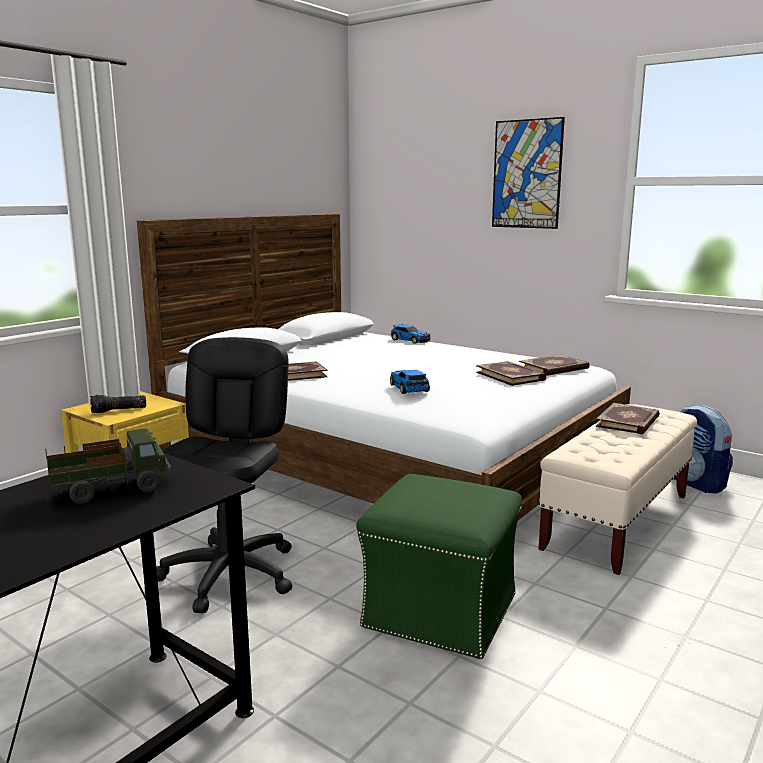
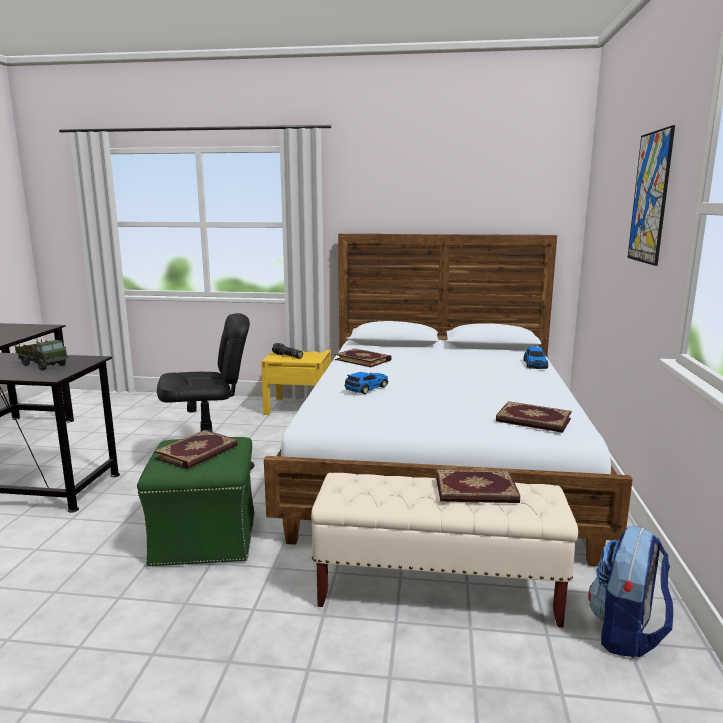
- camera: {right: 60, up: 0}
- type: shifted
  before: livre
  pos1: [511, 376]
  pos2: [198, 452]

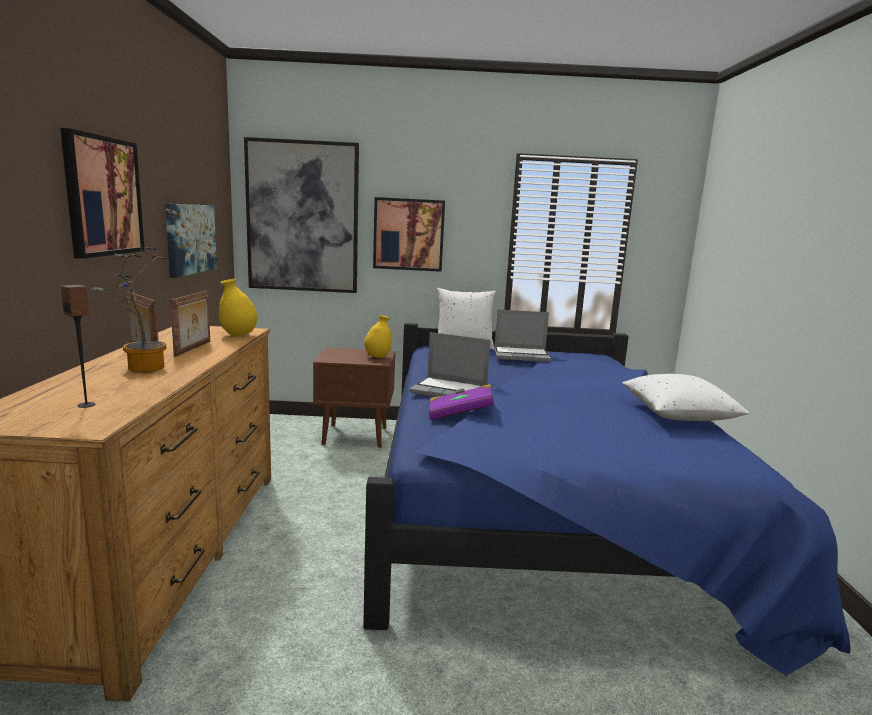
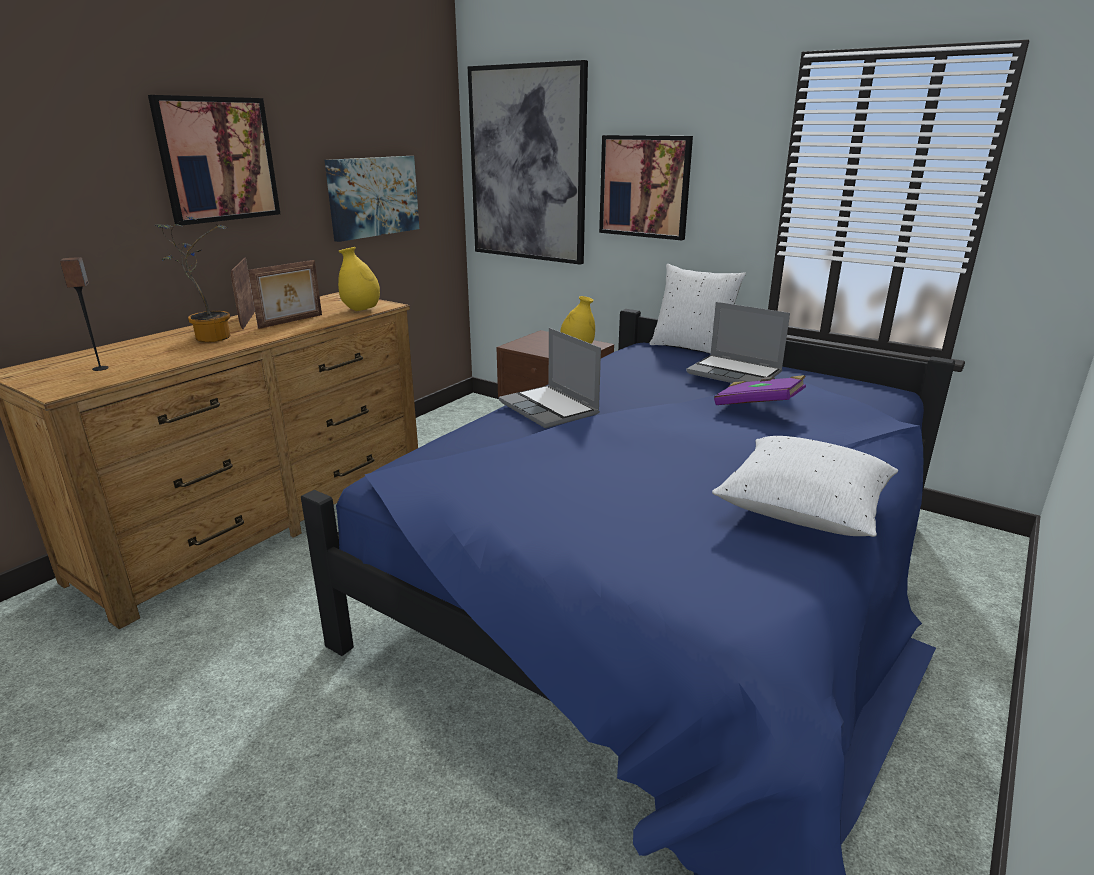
- camera: {right: 35, up: 10}
- type: shifted
  before: livre/violet
  pos1: [460, 415]
  pos2: [758, 406]

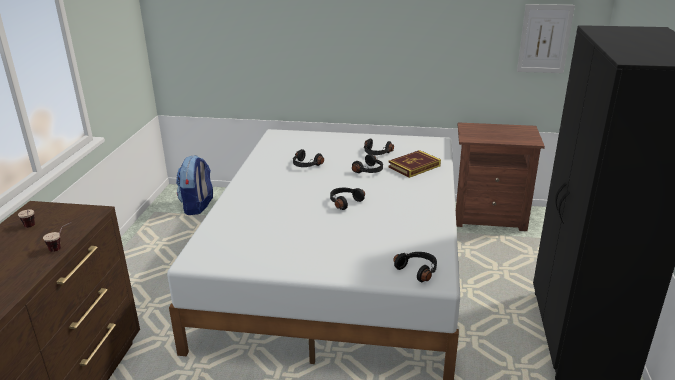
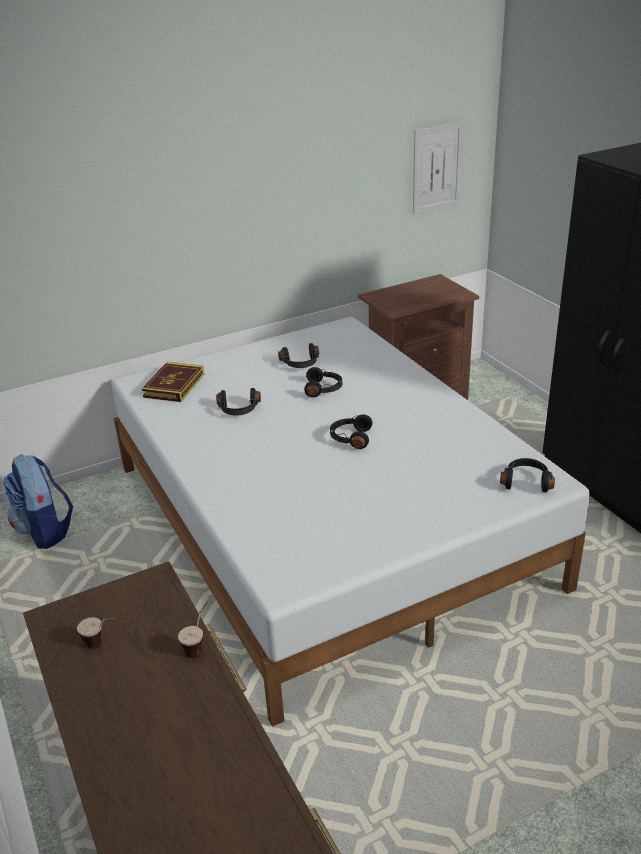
- camera: {right: -35, up: 5}
- type: shifted
  before: livre
  pos1: [414, 166]
  pos2: [174, 385]

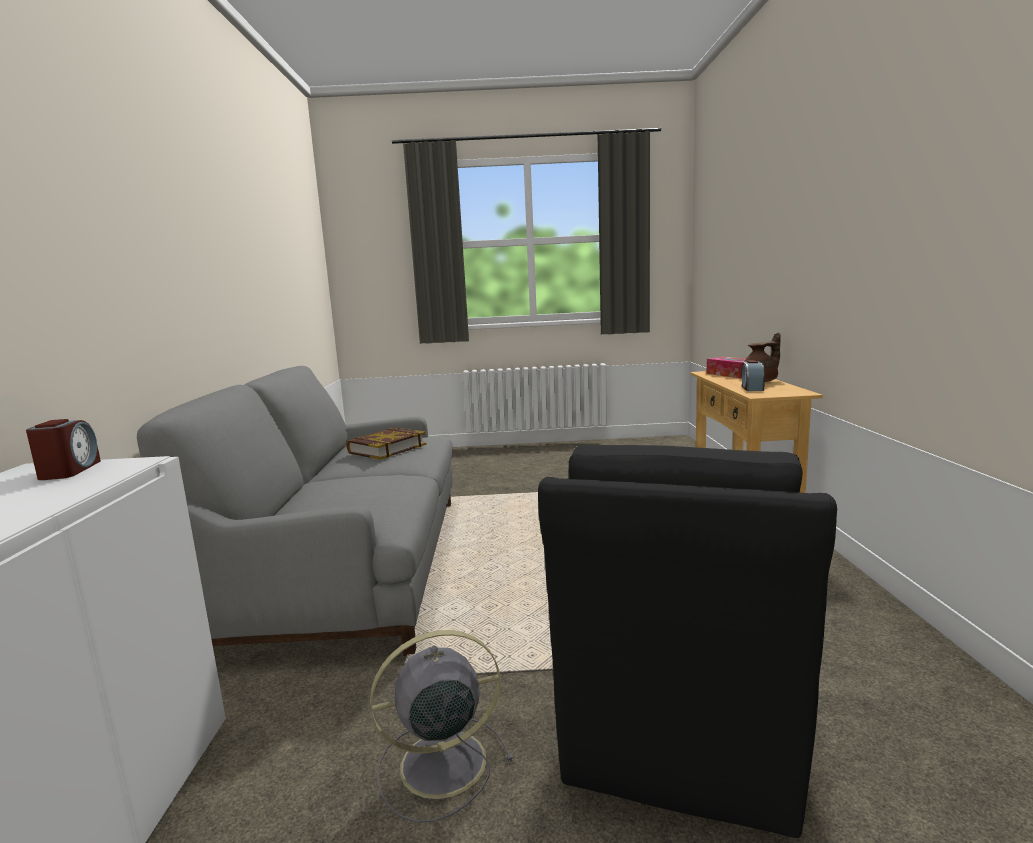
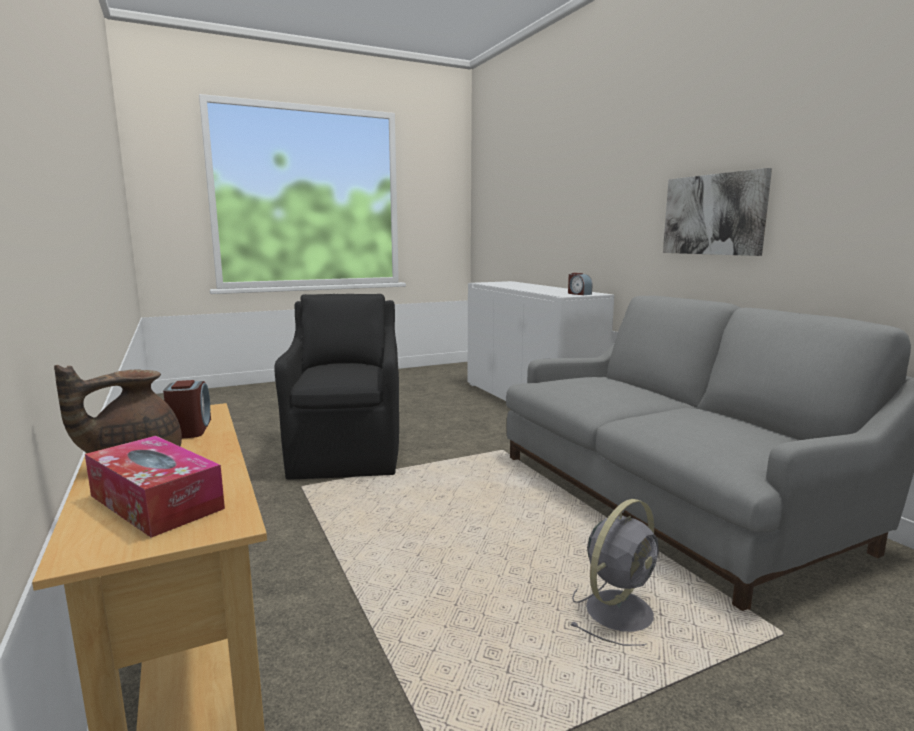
- camera: {right: 155, up: 0}
- type: gone
  before: livre
  pos1: [387, 448]
- type: shifted
  before: ventilateur/gris
  pos1: [439, 764]
  pos2: [621, 610]
- type: new
  after: tableau
  pos2: [714, 214]

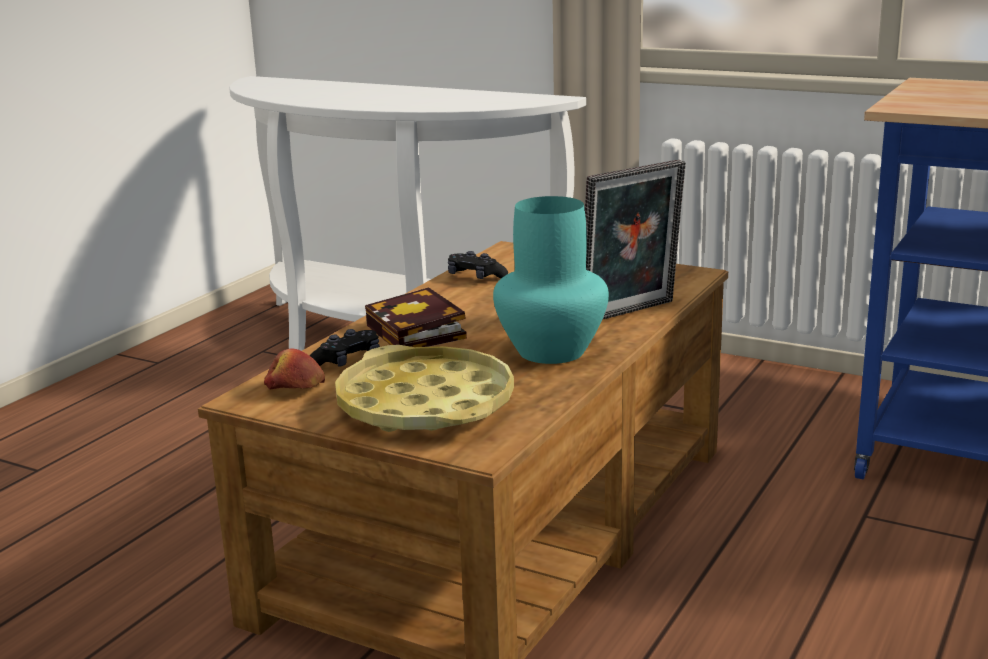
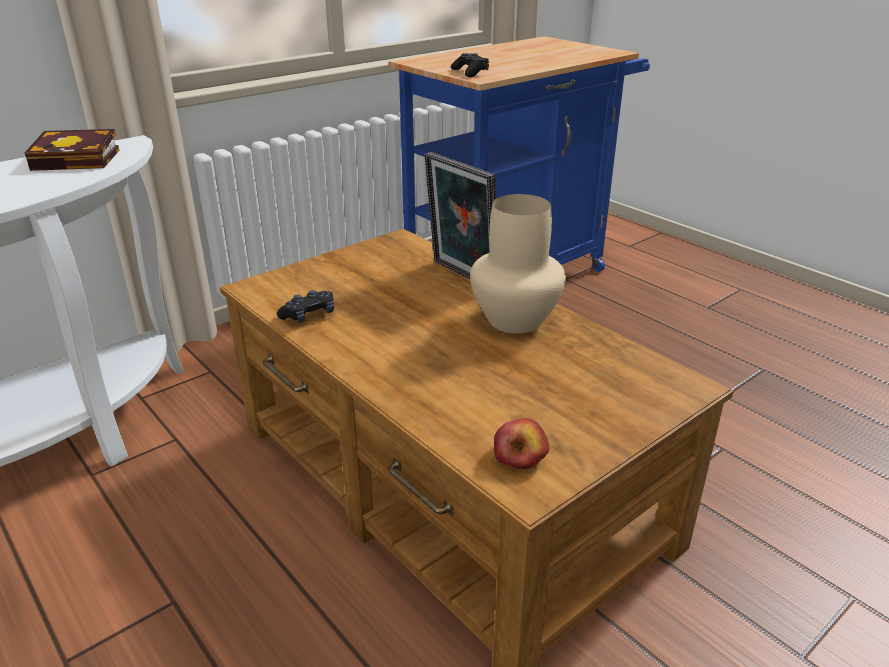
- camera: {right: -70, up: 10}
- type: rotated
  before: cadre photo
  pos1: [631, 313]
  pos2: [461, 276]
  turn: 150
- type: repainted
  before: vase/turquoise
  after: vase/beige
  pos1: [550, 352]
  pos2: [516, 320]
- type: shifted
  before: livre
  pos1: [419, 333]
  pos2: [80, 159]
- type: shifted
  before: manette/noir
  pos1: [347, 361]
  pos2: [470, 72]
- type: gone
  before: plateau/jaune
  pos1: [425, 405]

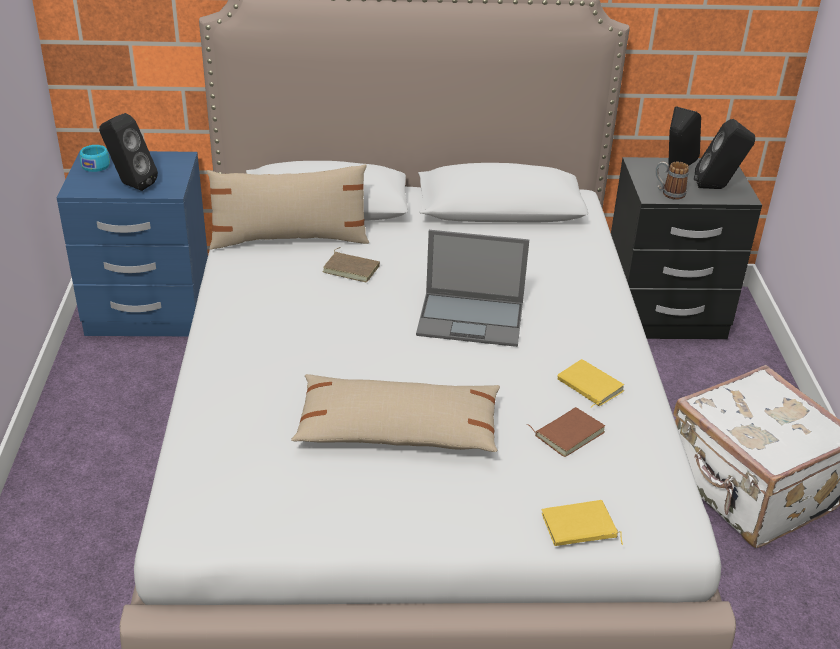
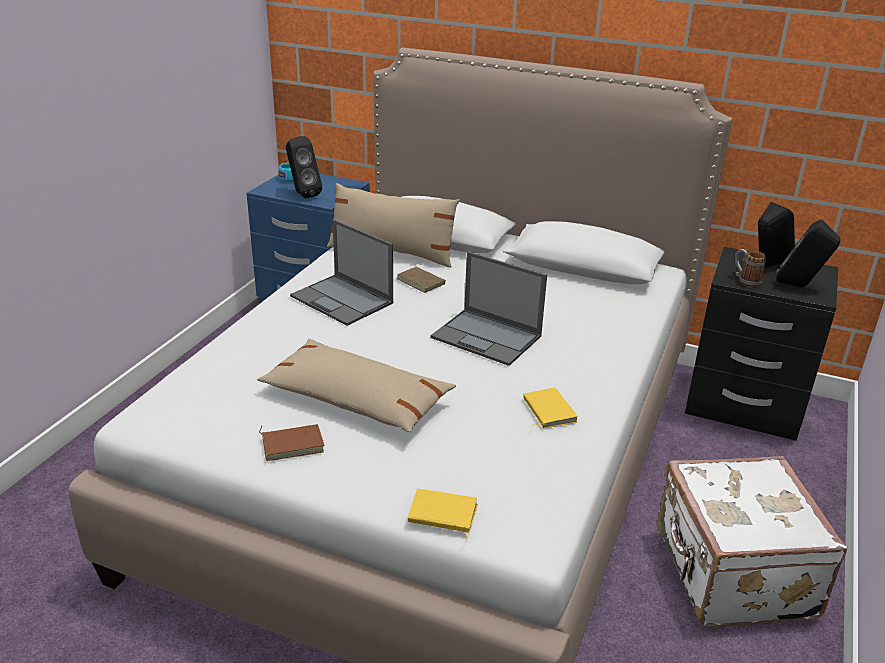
- camera: {right: 25, up: -5}
- type: shifted
  before: livre/marron
  pos1: [568, 433]
  pos2: [293, 444]
- type: new
  after: ordinateur portable
  pos2: [343, 300]

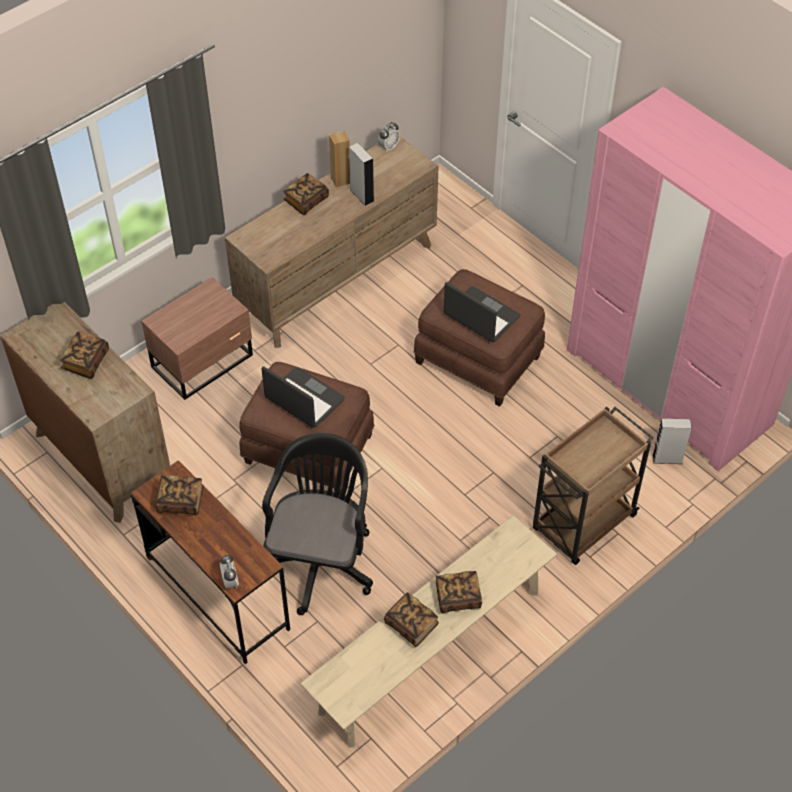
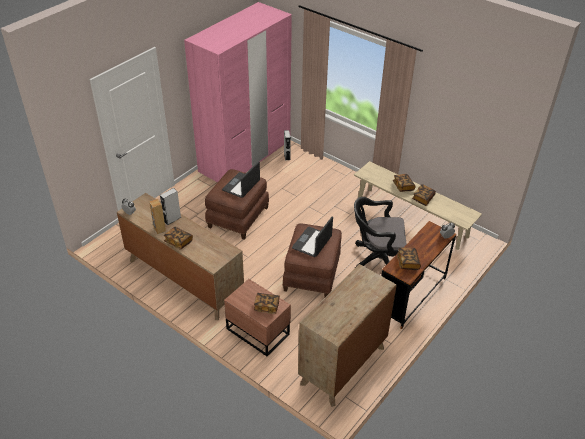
- camera: {right: -100, up: -10}
- type: shifted
  before: livre
  pos1: [86, 362]
  pos2: [266, 307]
- type: gone
  before: chariot/marron
  pos1: [582, 524]

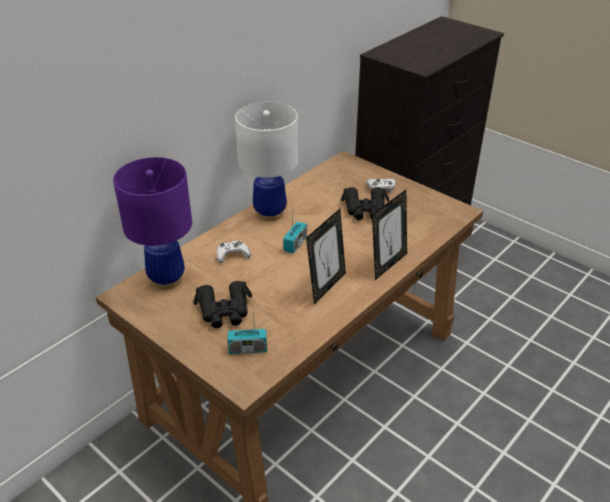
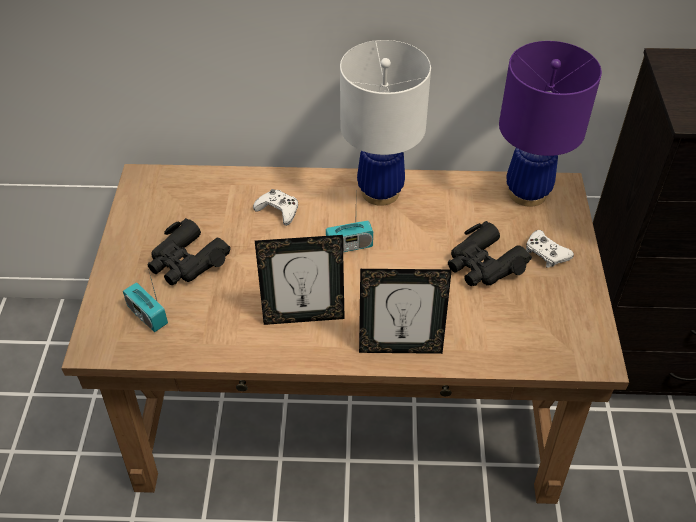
- camera: {right: 50, up: 10}
- type: shifted
  before: lampe de table/violet
  pos1: [167, 279]
  pos2: [527, 193]

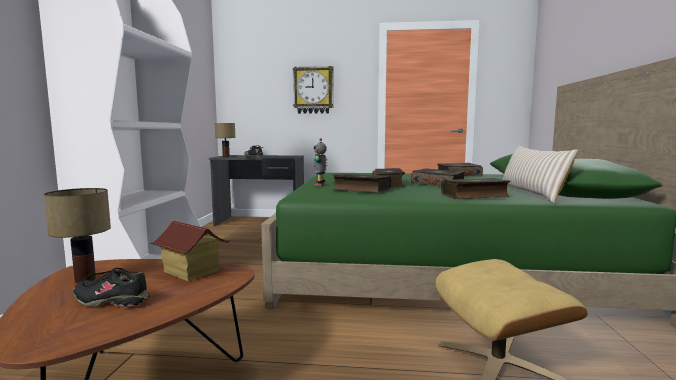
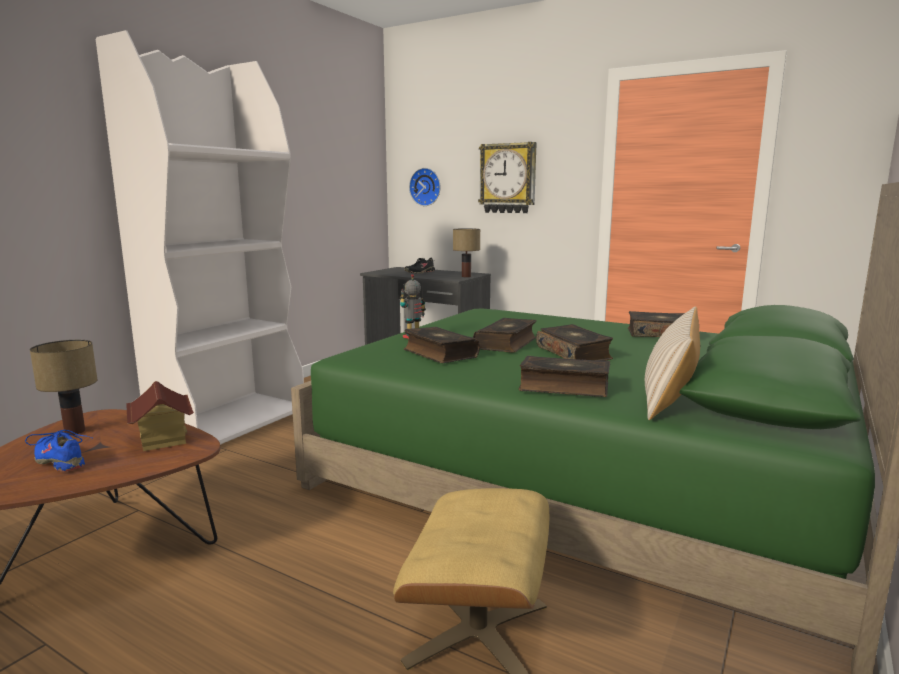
- camera: {right: 25, up: 5}
- type: shifted
  before: lampe de table
  pos1: [226, 157]
  pos2: [466, 276]
- type: repainted
  before: chaussure/noir
  after: chaussure/bleu
  pos1: [112, 301]
  pos2: [61, 461]
- type: new
  after: horloge murale
  pos2: [426, 187]

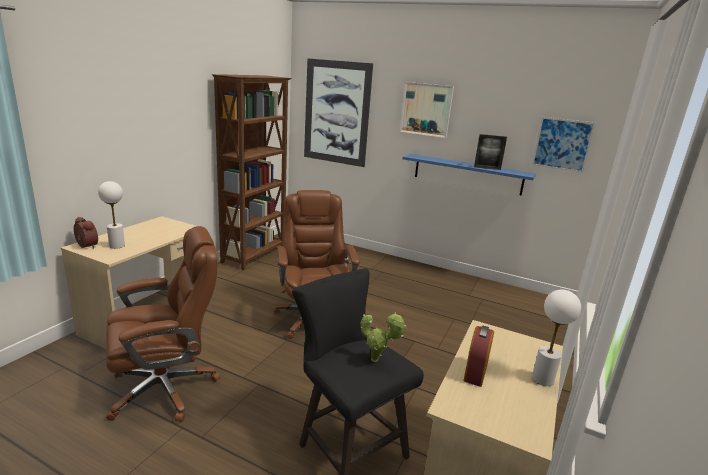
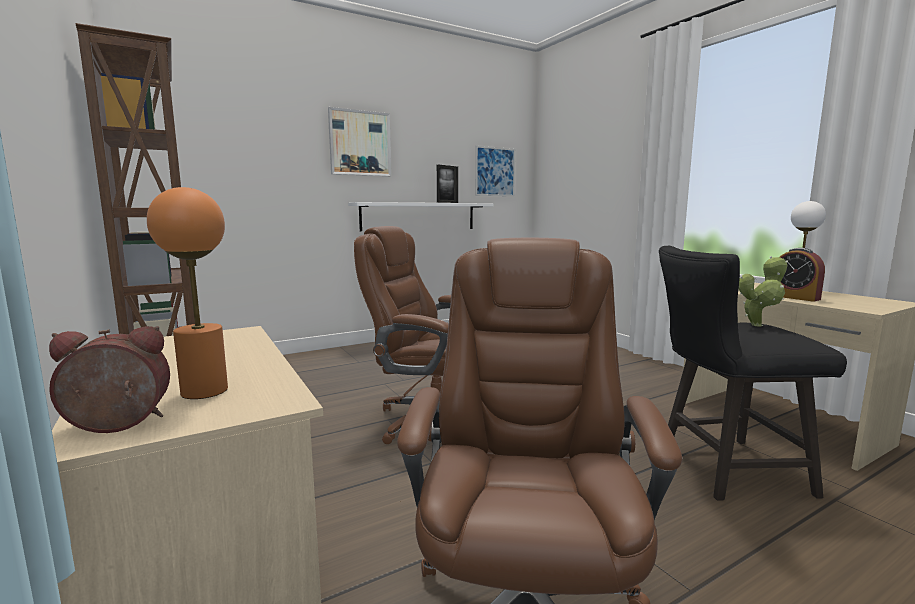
- camera: {right: -55, up: -10}
- type: gone
  before: tableau
  pos1: [336, 113]
- type: repainted
  before: étagère/bleu
  after: étagère/blanc
  pos1: [467, 174]
  pos2: [419, 216]
- type: repainted
  before: lampe de table/blanc
  after: lampe de table/orange
  pos1: [117, 245]
  pos2: [204, 391]

